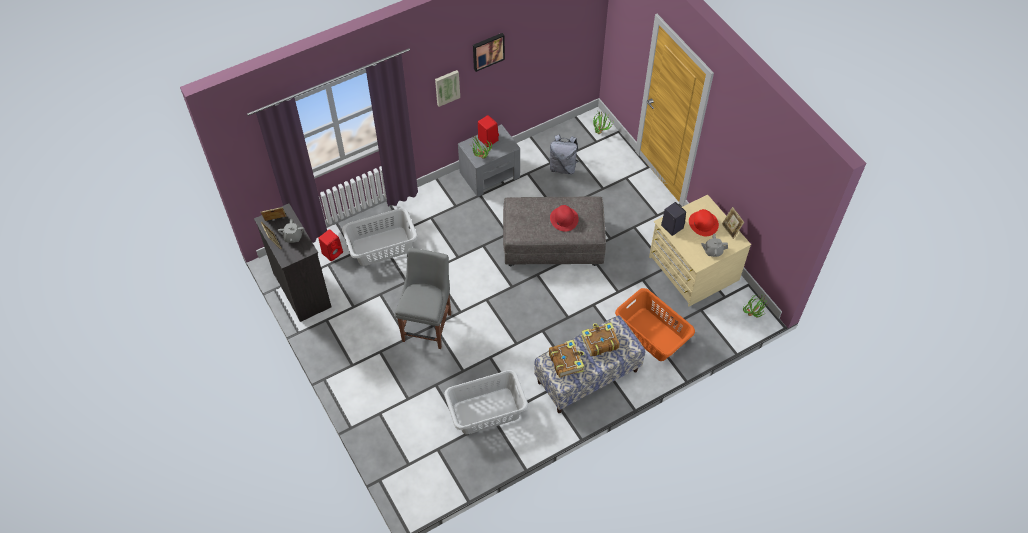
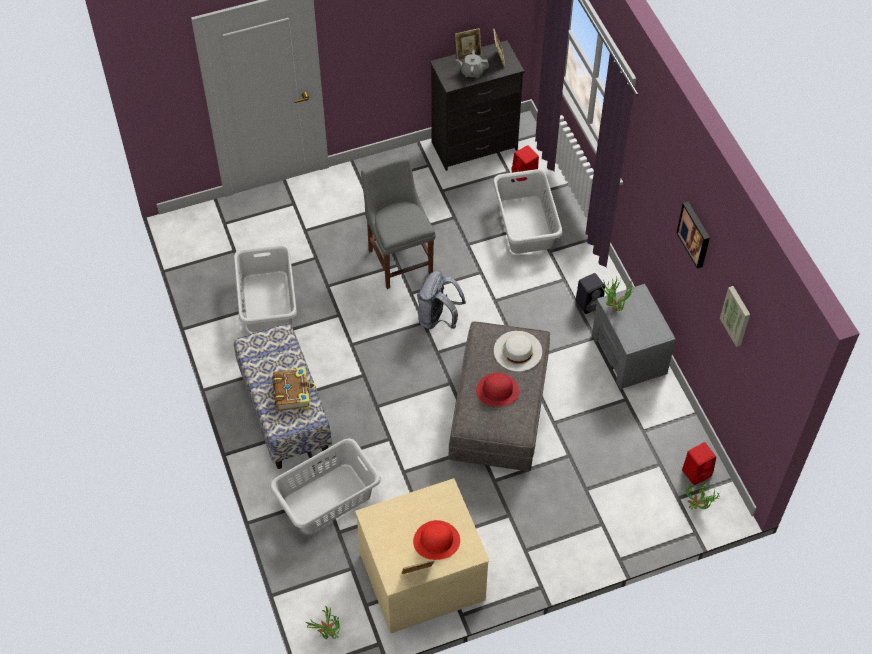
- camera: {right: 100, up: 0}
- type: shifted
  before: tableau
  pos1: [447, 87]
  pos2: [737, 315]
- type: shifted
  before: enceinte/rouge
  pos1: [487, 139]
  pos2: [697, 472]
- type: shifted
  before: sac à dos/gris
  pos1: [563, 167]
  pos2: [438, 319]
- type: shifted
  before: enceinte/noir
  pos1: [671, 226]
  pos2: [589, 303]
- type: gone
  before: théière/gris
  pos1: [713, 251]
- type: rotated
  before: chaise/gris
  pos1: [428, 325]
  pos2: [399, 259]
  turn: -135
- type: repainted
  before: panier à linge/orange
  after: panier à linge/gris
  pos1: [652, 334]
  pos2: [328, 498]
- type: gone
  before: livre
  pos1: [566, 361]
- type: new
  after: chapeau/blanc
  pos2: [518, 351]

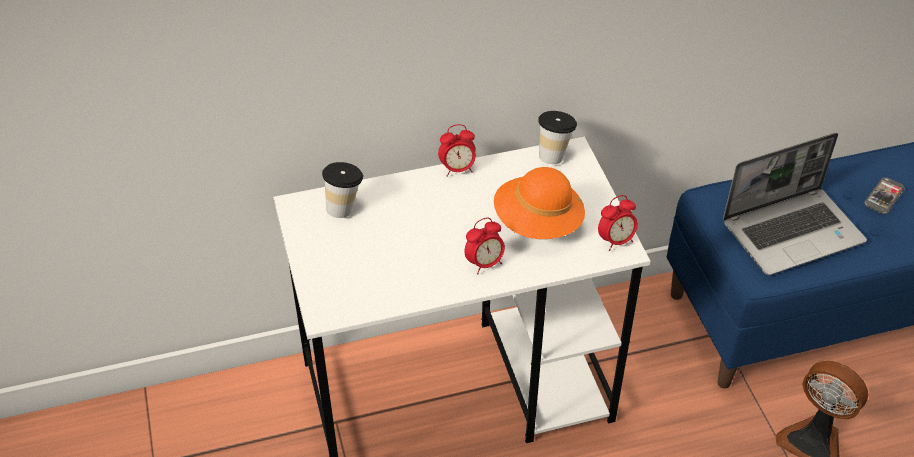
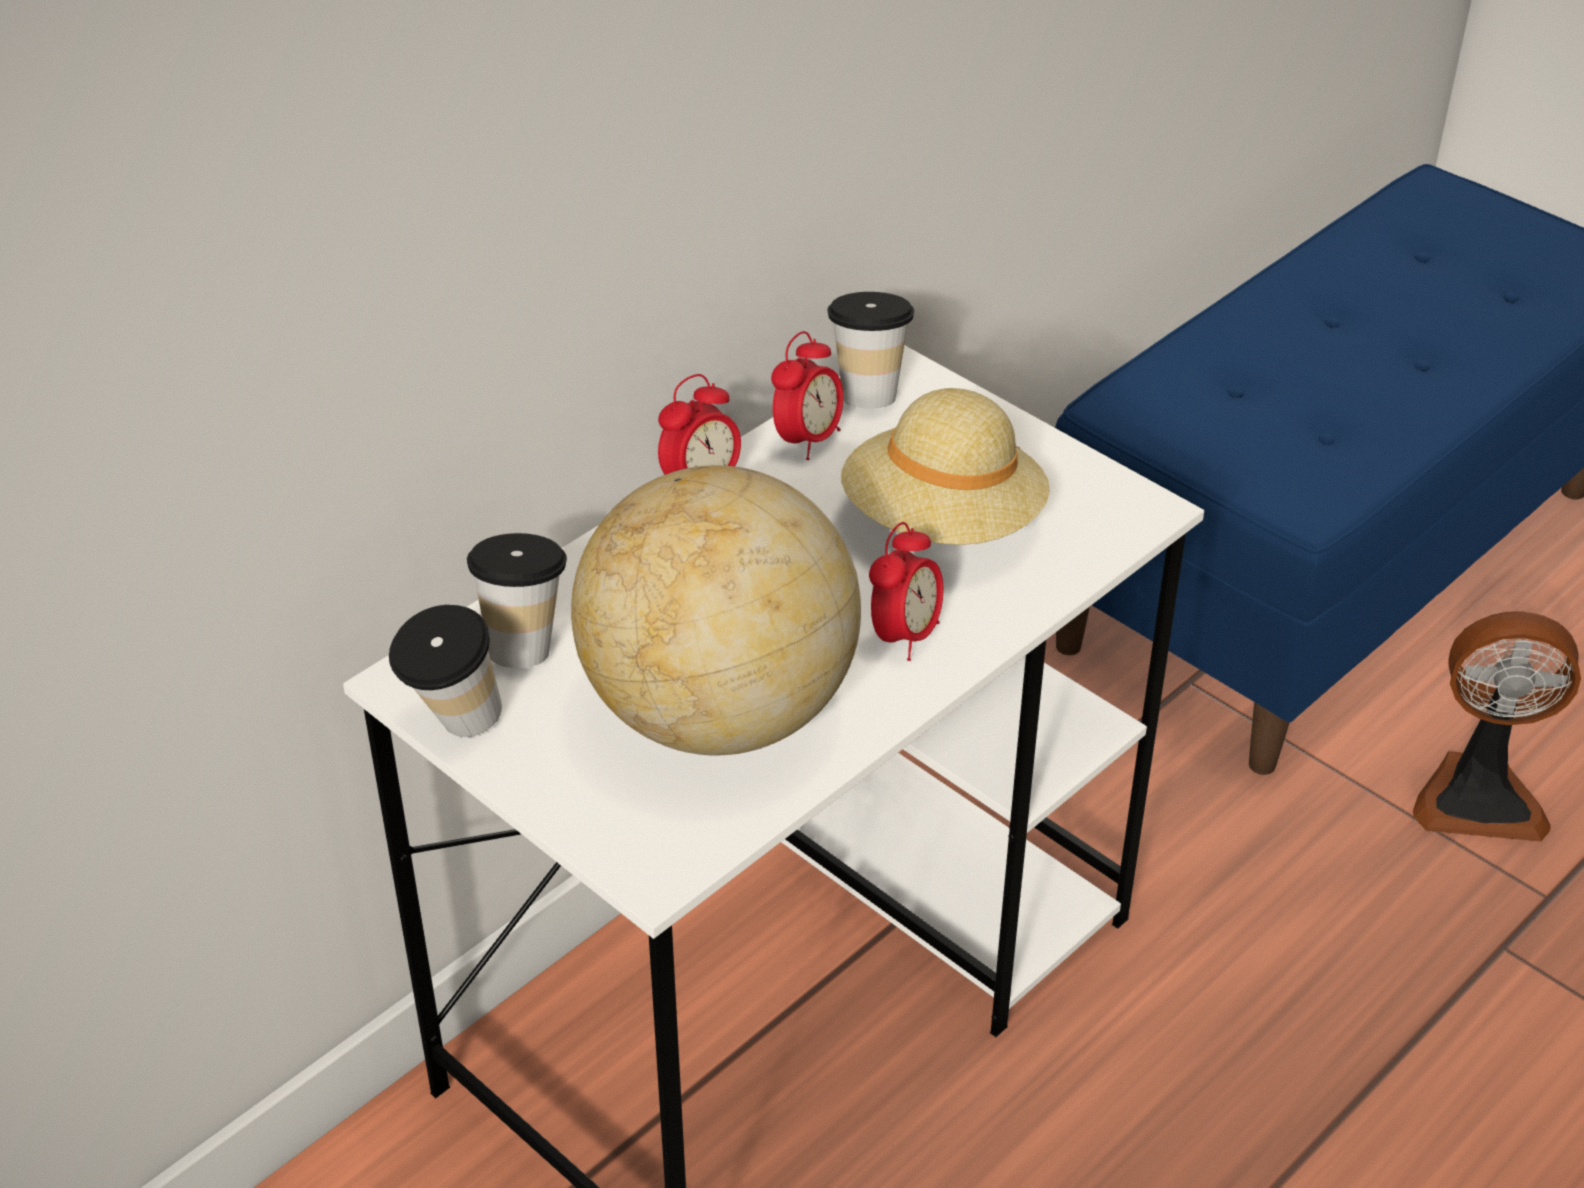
- camera: {right: -30, up: -5}
- type: gone
  before: ordinateur portable
  pos1: [793, 231]
- type: repainted
  before: chapeau/orange
  after: chapeau/beige
  pos1: [538, 223]
  pos2: [943, 523]
- type: gone
  before: téléphone
  pos1: [883, 197]
- type: shifted
  before: réveil
  pos1: [616, 241]
  pos2: [807, 440]
- type: new
  after: globe
  pos2: [718, 713]
- type: new
  after: tasse
  pos2: [453, 727]

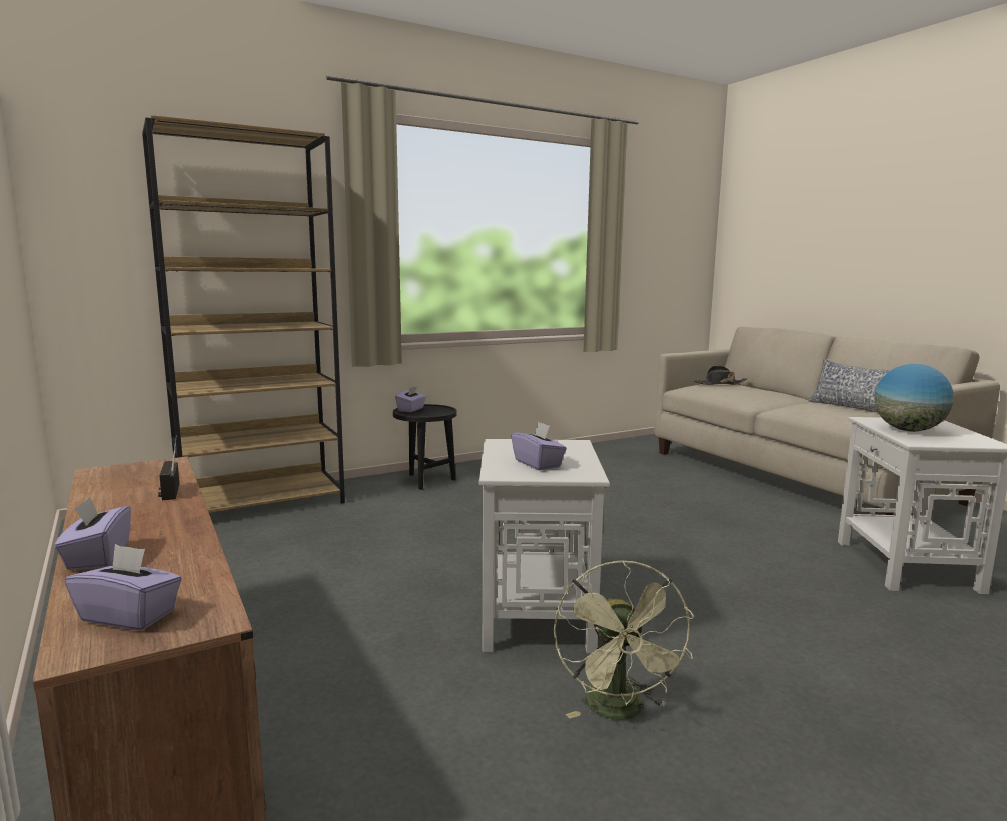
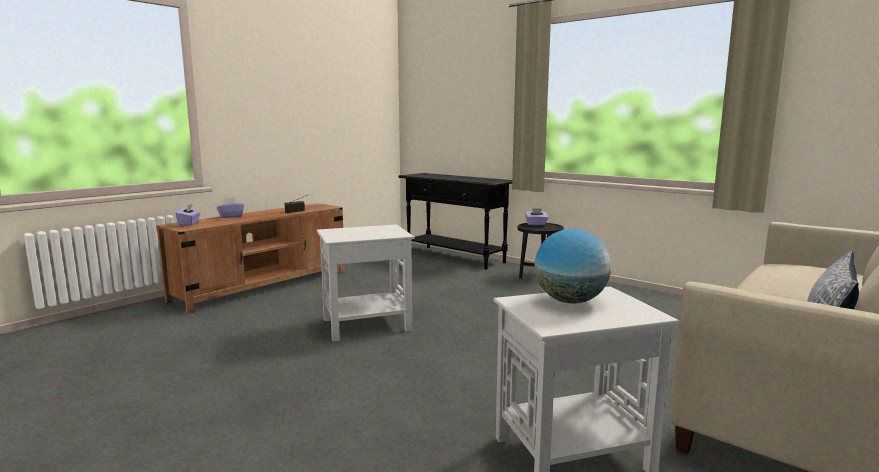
- camera: {right: 70, up: 0}
- type: swapped
  before: bibliothèque/marron
  after: table console/noir
  pos1: [262, 503]
  pos2: [455, 257]
- type: gone
  before: chapeau/noir
  pos1: [719, 384]
- type: gone
  before: boîte à mouchoirs/violet
  pos1: [538, 464]
- type: gone
  before: ventilateur/vert
  pos1: [620, 711]

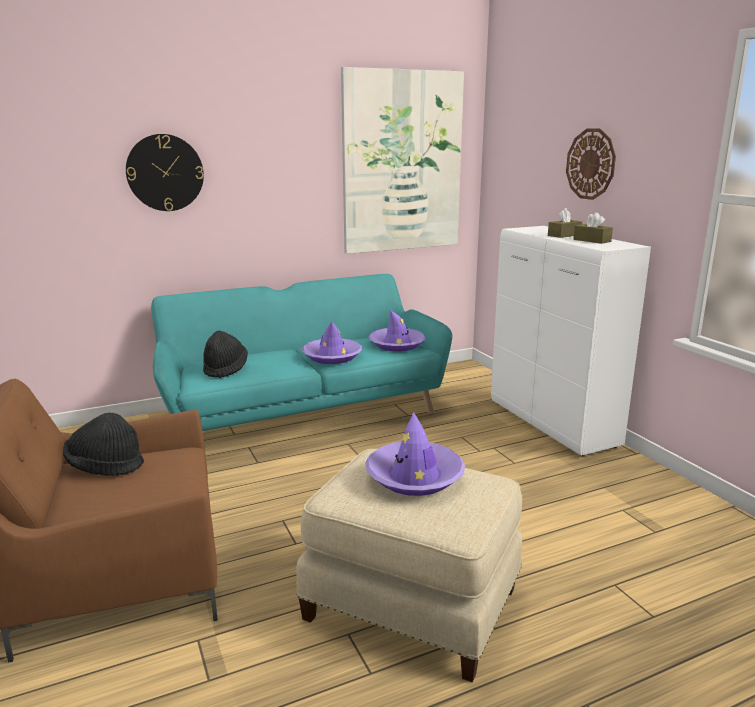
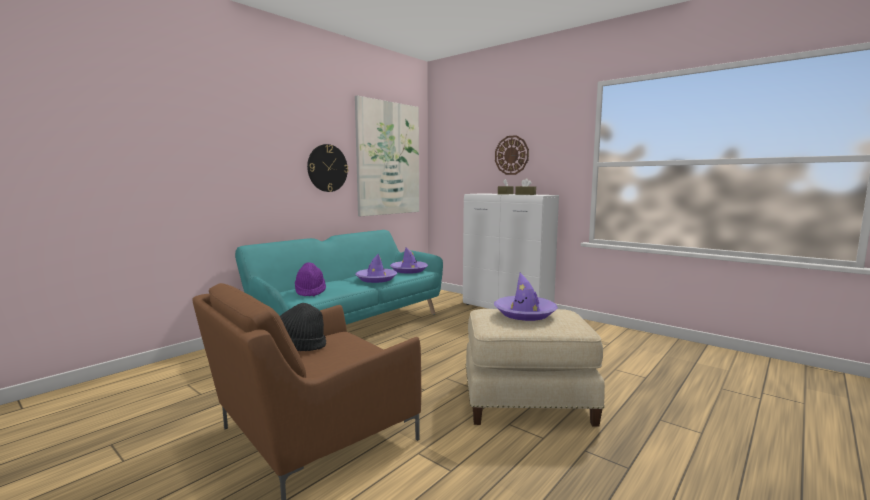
- camera: {right: -25, up: -10}
- type: shifted
  before: horloge murale
  pos1: [165, 173]
  pos2: [327, 168]
- type: repainted
  before: chapeau/noir
  after: chapeau/violet
  pos1: [225, 369]
  pos2: [310, 292]

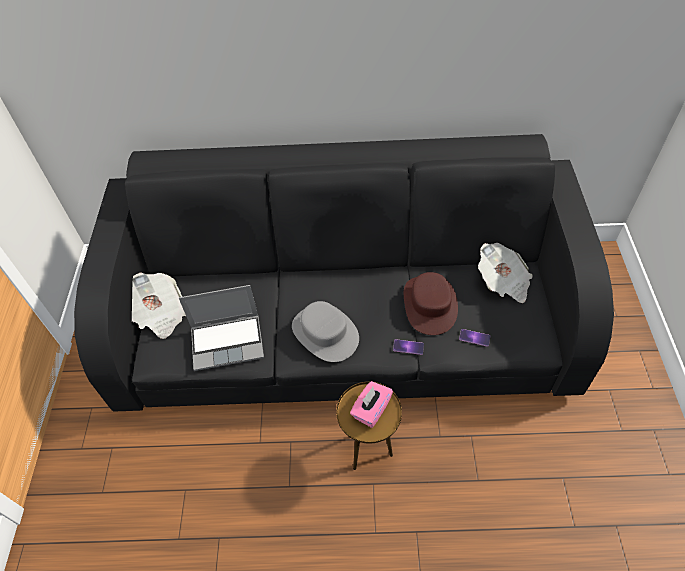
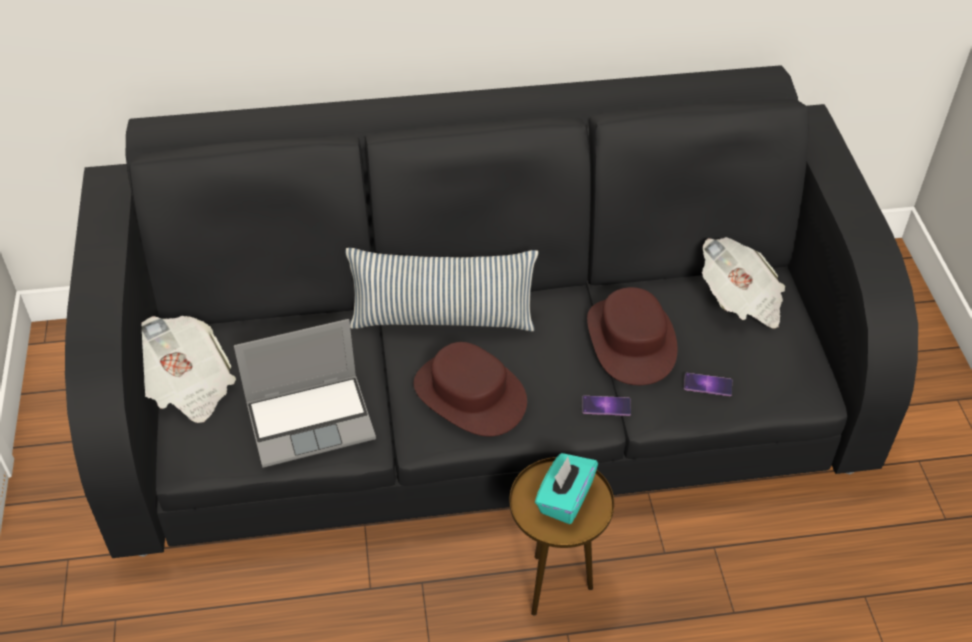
- camera: {right: -10, up: -5}
- type: repainted
  before: chapeau/gris
  after: chapeau/marron
  pos1: [324, 333]
  pos2: [469, 395]
- type: repainted
  before: boîte à mouchoirs/rose
  after: boîte à mouchoirs/turquoise
  pos1: [371, 410]
  pos2: [564, 499]
- type: new
  after: coussin
  pos2: [442, 319]

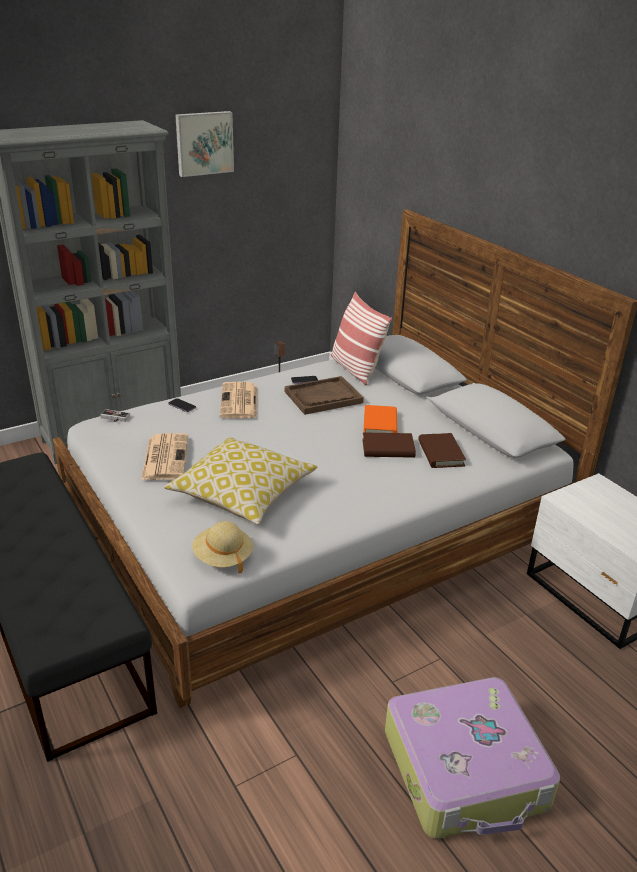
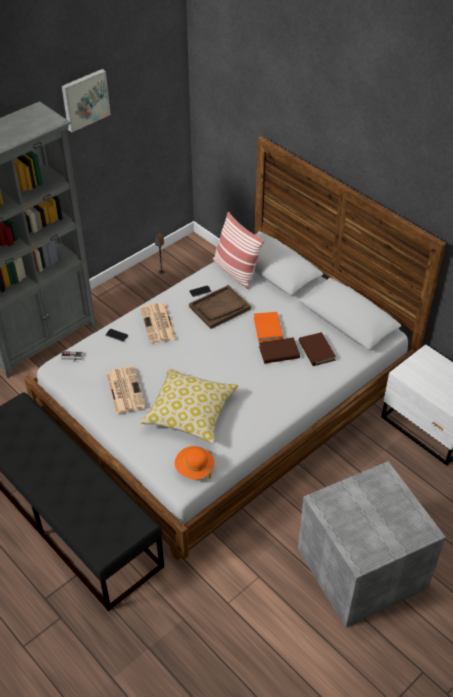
- camera: {right: -10, up: 15}
- type: repainted
  before: chapeau/beige
  after: chapeau/orange
  pos1: [223, 557]
  pos2: [194, 468]
- type: swapped
  before: valise
  after: boîte de rangement/gris
  pos1: [466, 770]
  pos2: [362, 566]

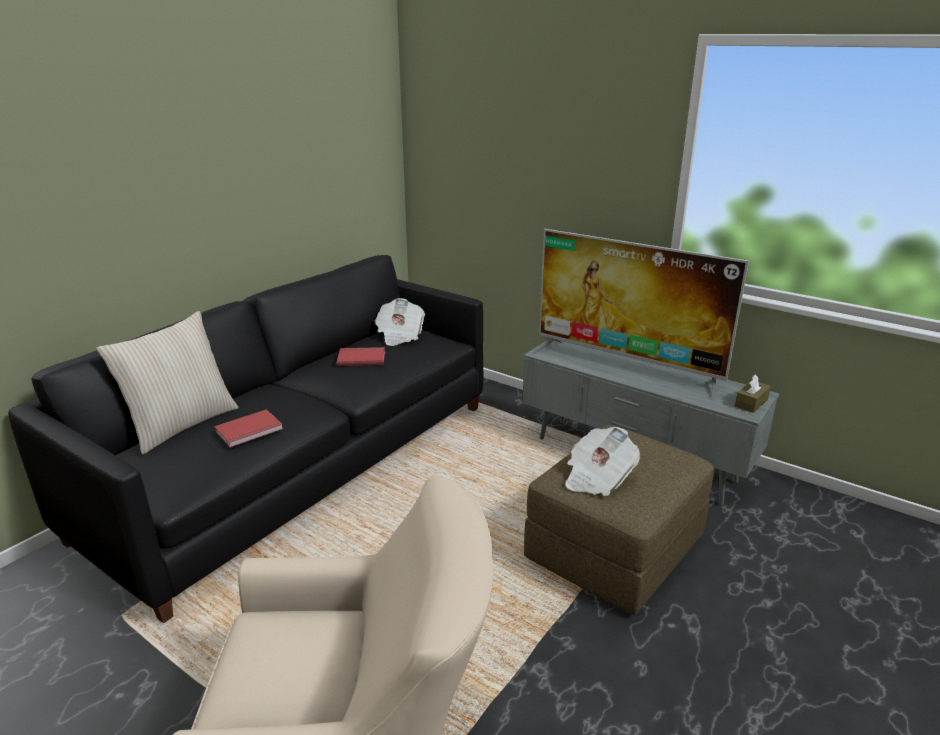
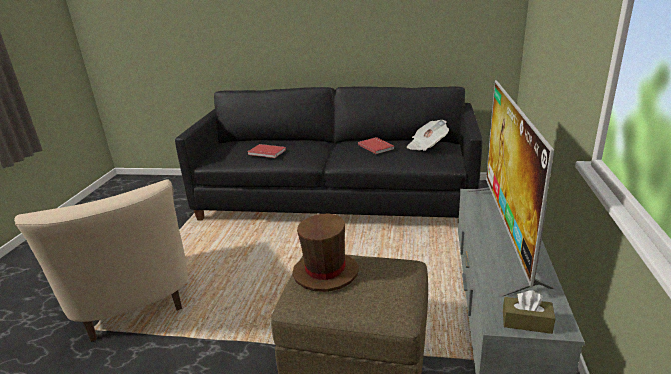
- camera: {right: 65, up: 0}
- type: gone
  before: coussin/beige
  pos1: [181, 425]
- type: swapped
  before: journal
  after: chapeau/marron
  pos1: [597, 478]
  pos2: [325, 273]

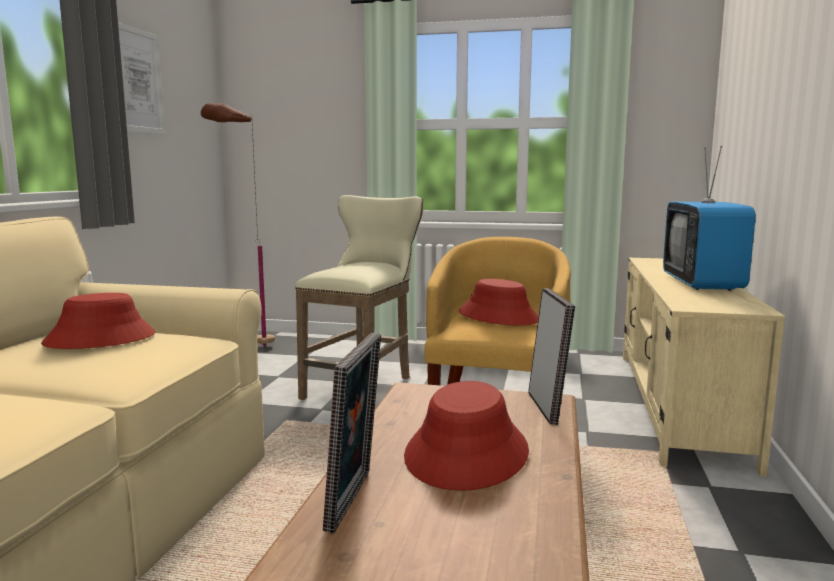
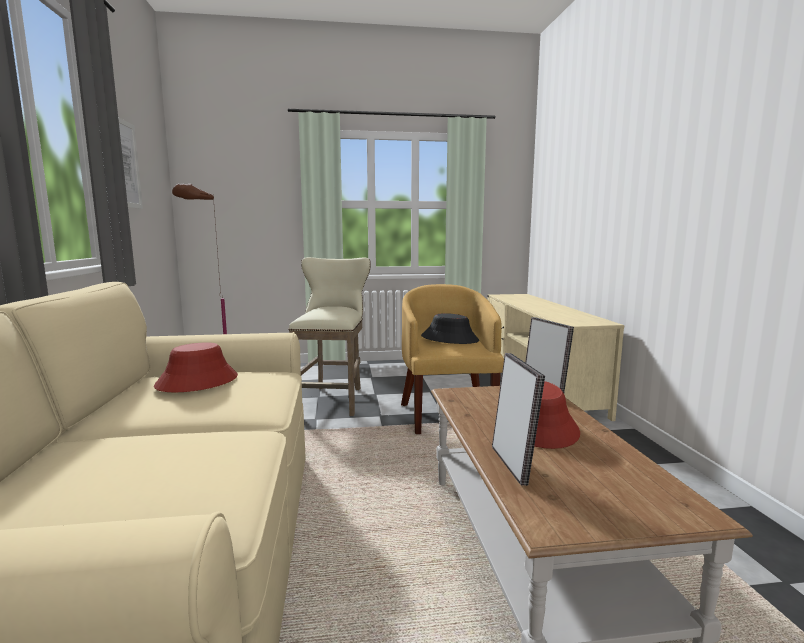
- camera: {right: -20, up: 0}
- type: gone
  before: téléviseur
  pos1: [702, 284]
- type: repainted
  before: chapeau/rouge
  after: chapeau/noir
  pos1: [498, 316]
  pos2: [449, 339]

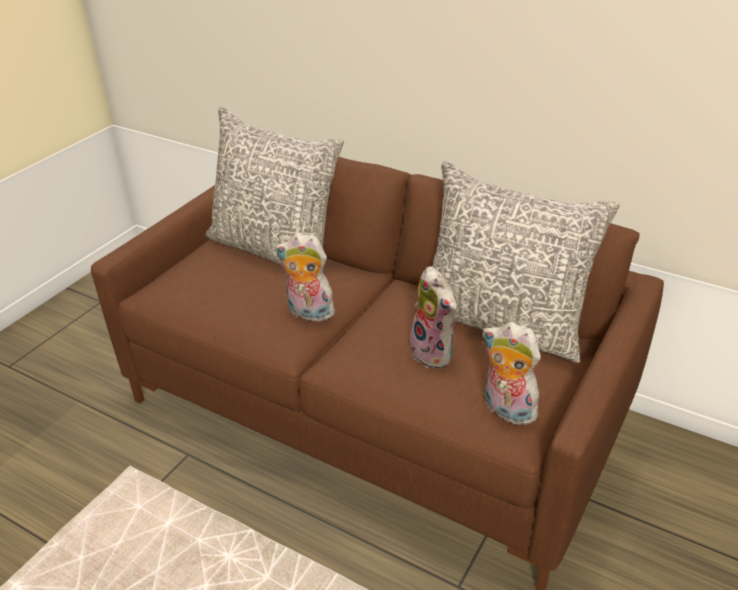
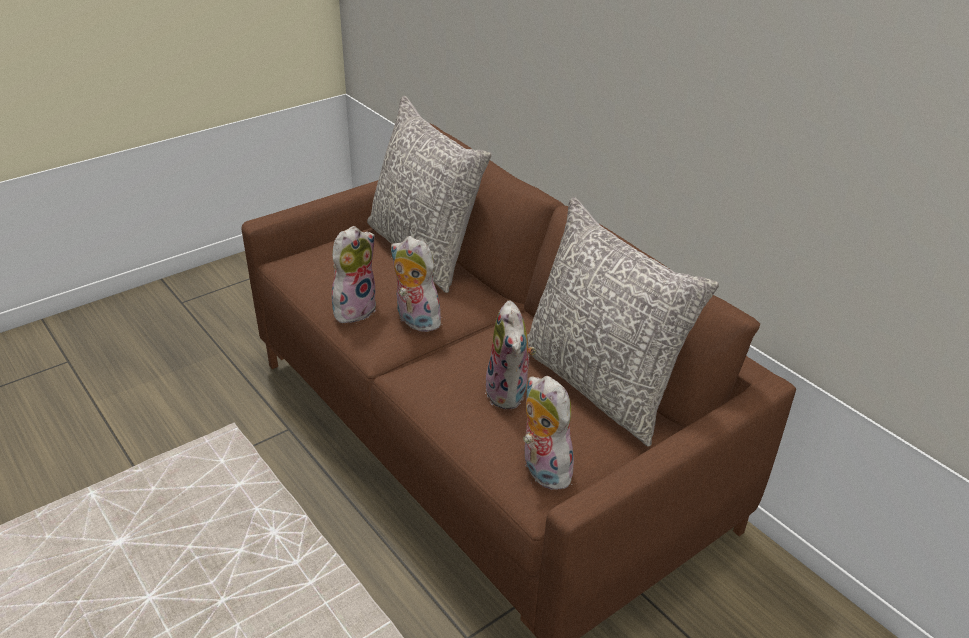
- camera: {right: 20, up: 0}
- type: new
  after: peluche
  pos2: [354, 308]

